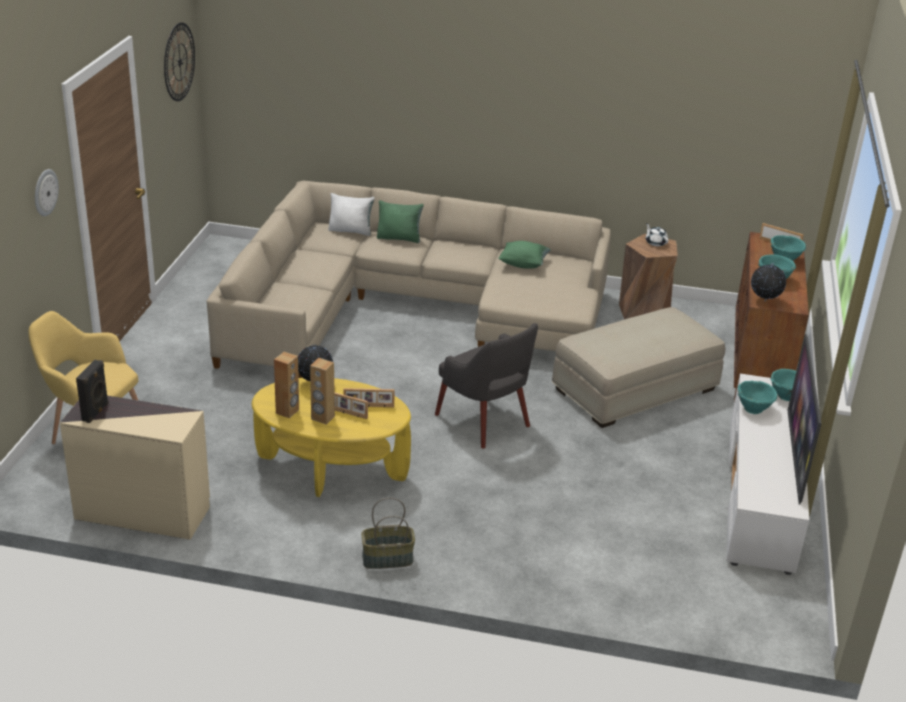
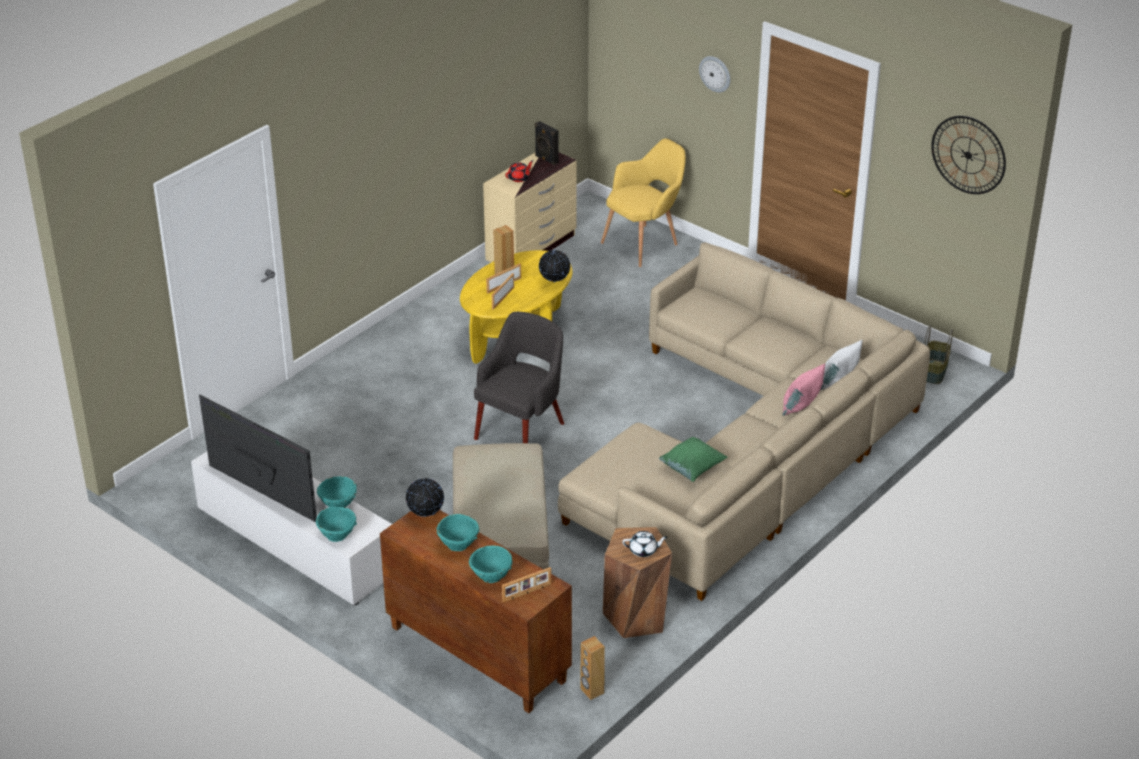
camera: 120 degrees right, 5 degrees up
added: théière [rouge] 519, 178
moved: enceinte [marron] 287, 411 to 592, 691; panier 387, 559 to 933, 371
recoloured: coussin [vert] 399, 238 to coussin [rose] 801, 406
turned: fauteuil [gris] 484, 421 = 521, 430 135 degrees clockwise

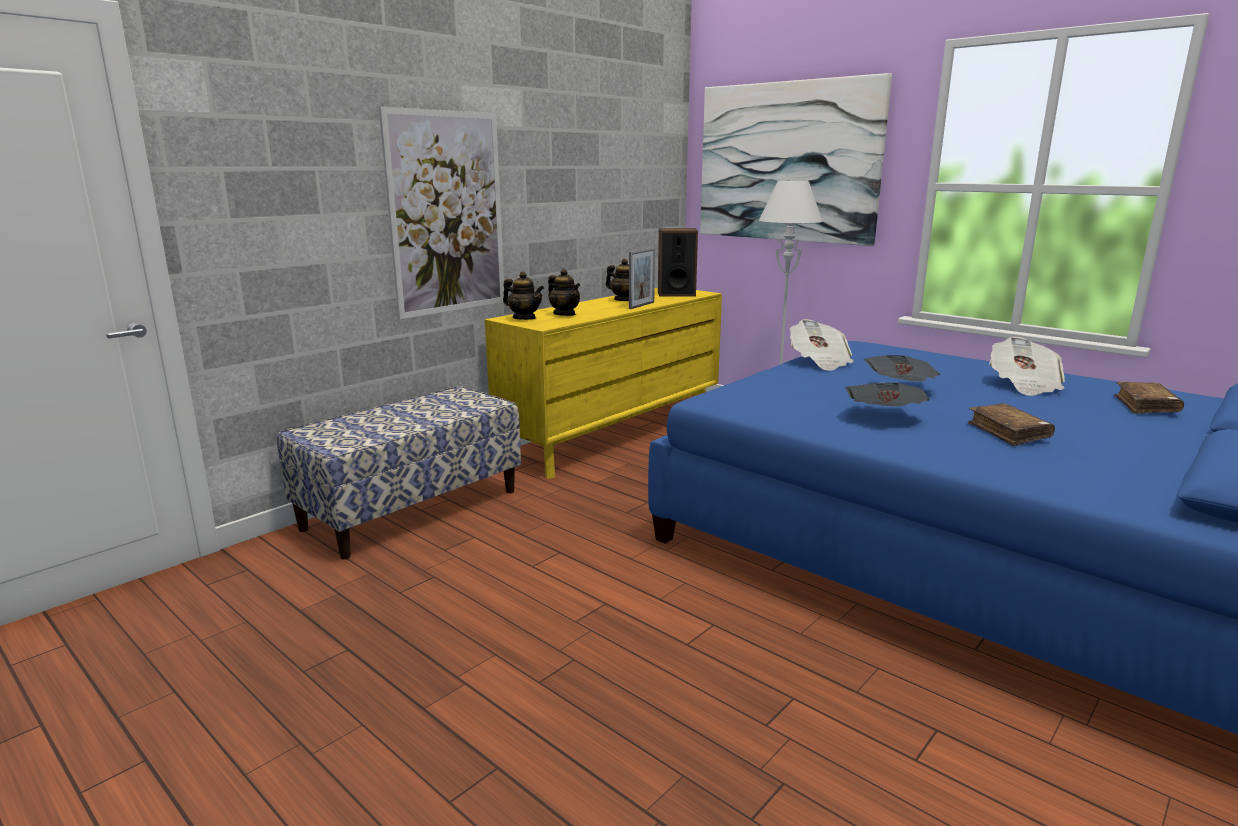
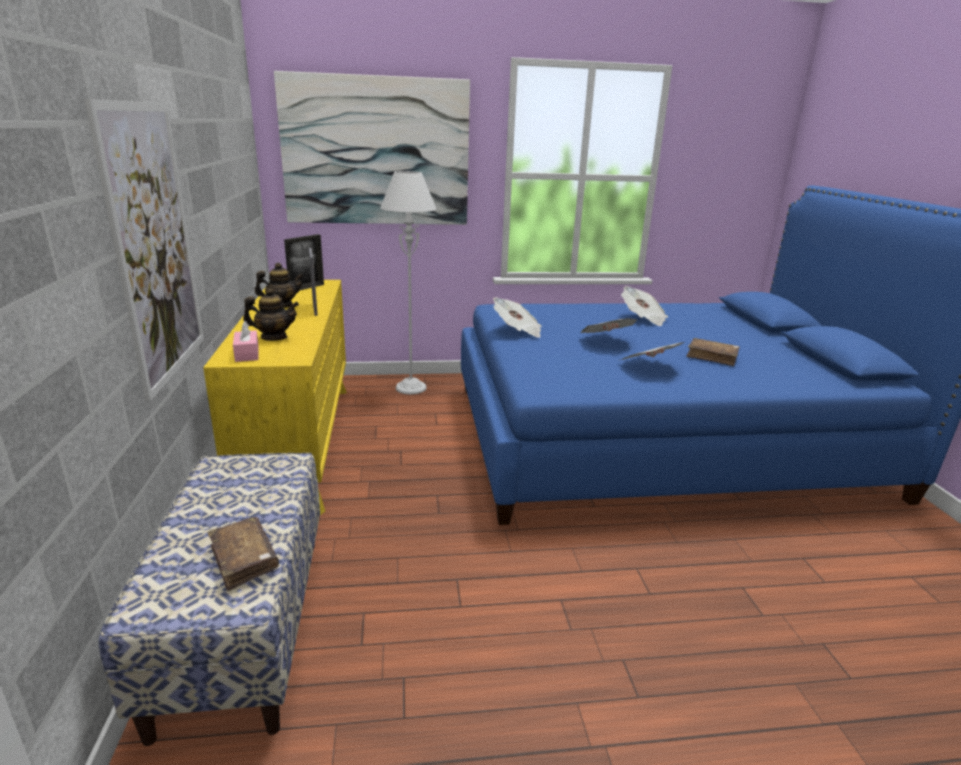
camera: 50 degrees left, 5 degrees up
moved: livre [marron] 1145, 406 to 244, 560
replaced: enceinte 676, 294 to cadre photo 306, 288; théière 524, 318 to boîte à mouchoirs [rose] 247, 354

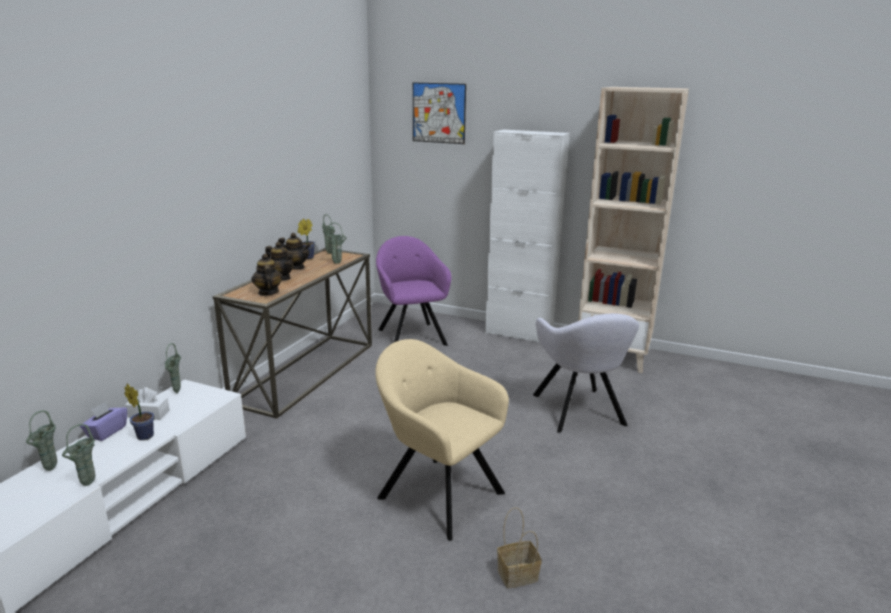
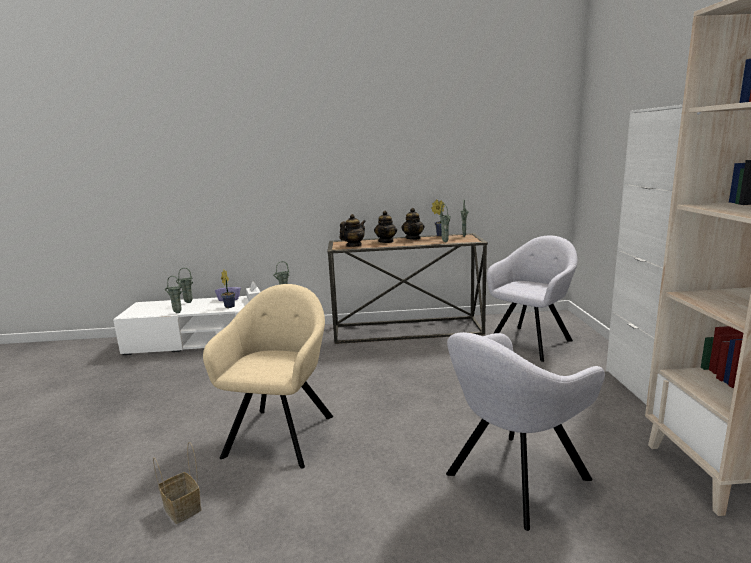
camera: 65 degrees right, 5 degrees down
removed: tableau 438, 113
recoloured: fauteuil [violet] 411, 335 to fauteuil [gris] 531, 341

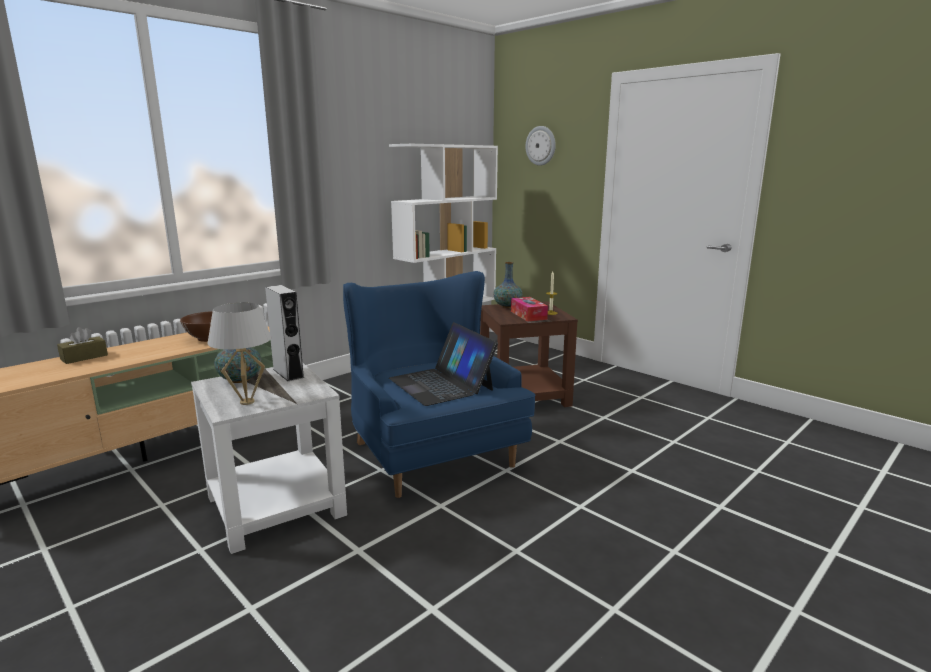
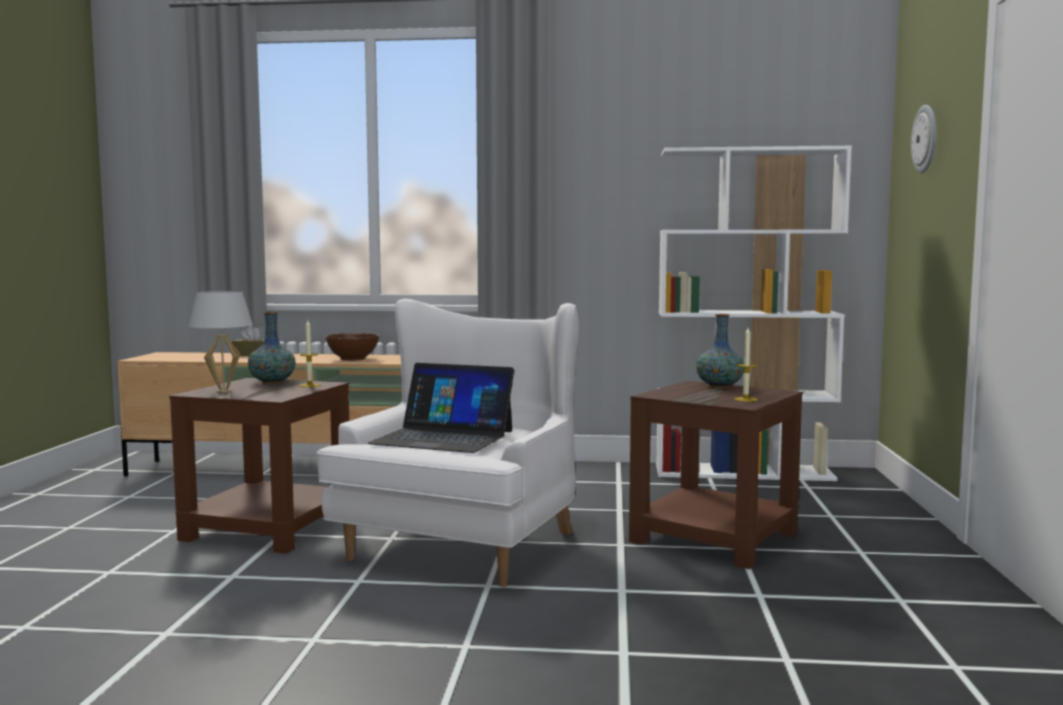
camera: 50 degrees right, 10 degrees down
removed: boîte à mouchoirs 528, 315
replaced: enceinte [gris] 288, 373 to bougie 309, 385
recoloured: fauteuil [bleu] 431, 451 to fauteuil [blanc] 467, 543; table d'appoint [blanc] 273, 505 to table d'appoint [marron] 267, 526
turned: ordinateur portable 441, 384 = 443, 437 90 degrees counterclockwise

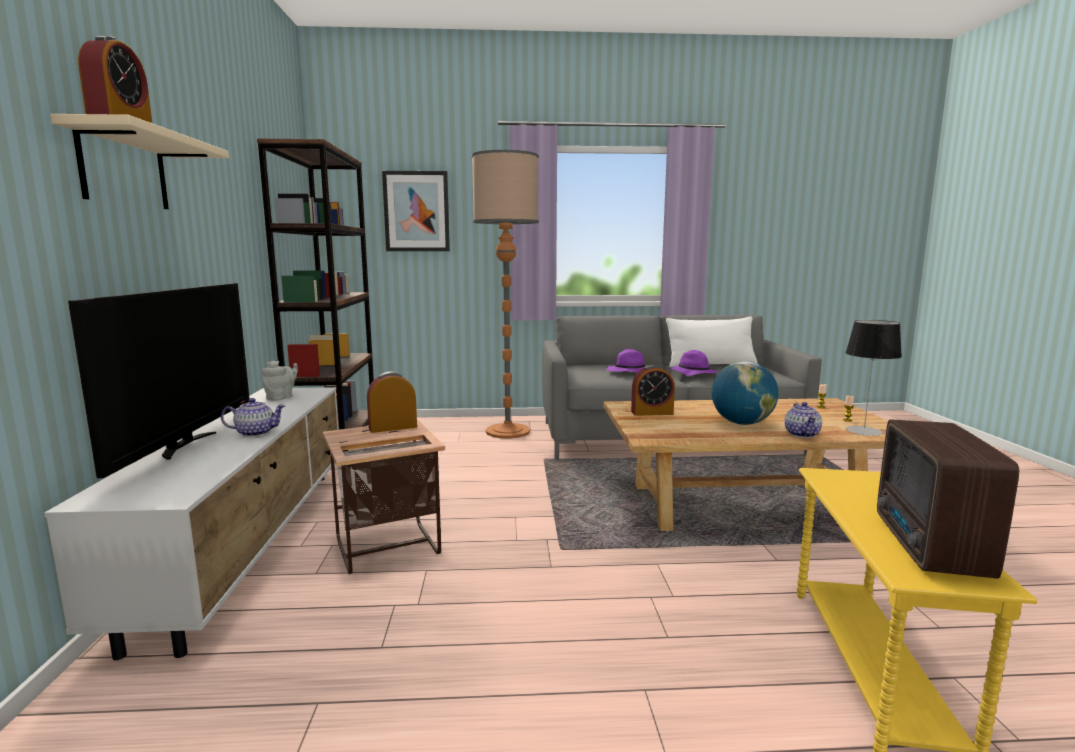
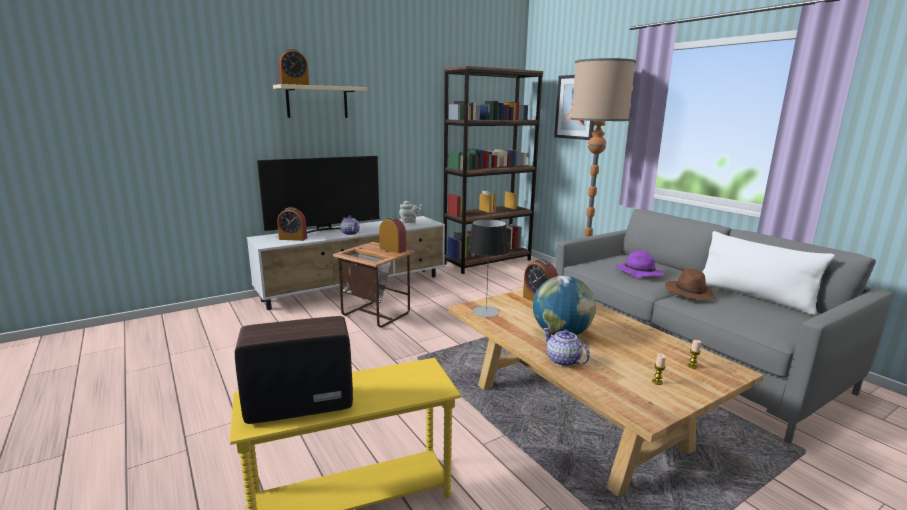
camera: 60 degrees right, 5 degrees up
added: réveil 293, 238
moved: lampe de table 864, 431 to 486, 311
recoloured: chapeau [violet] 692, 373 to chapeau [marron] 689, 293
turned: théière 802, 434 = 563, 361 75 degrees clockwise

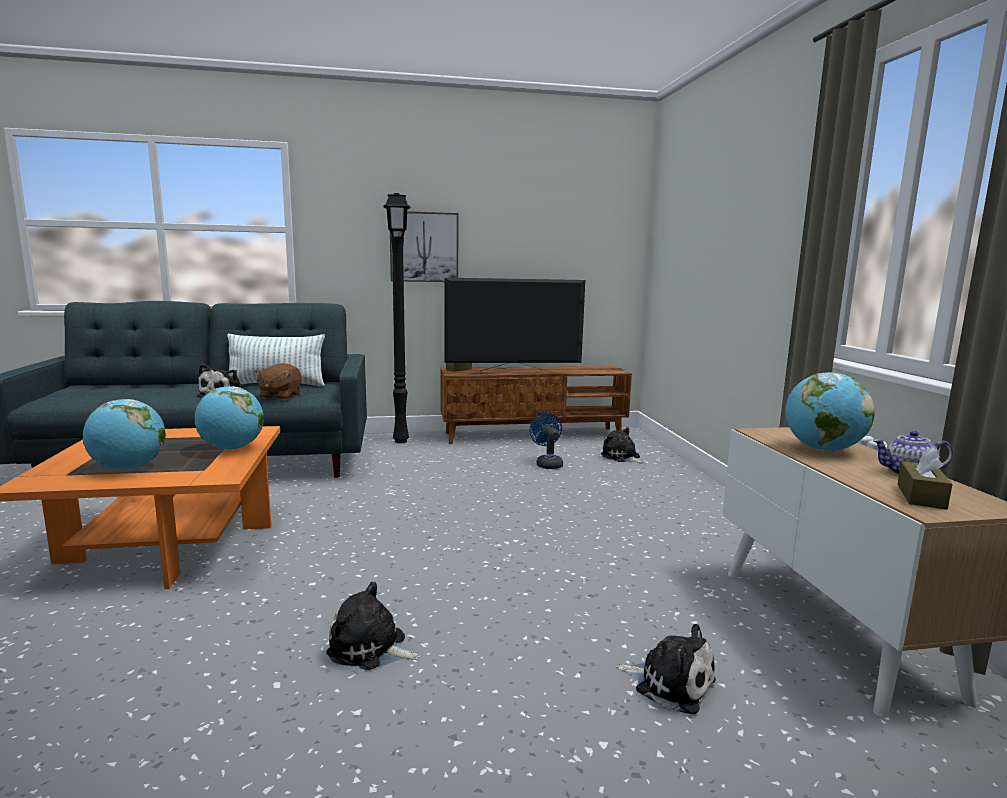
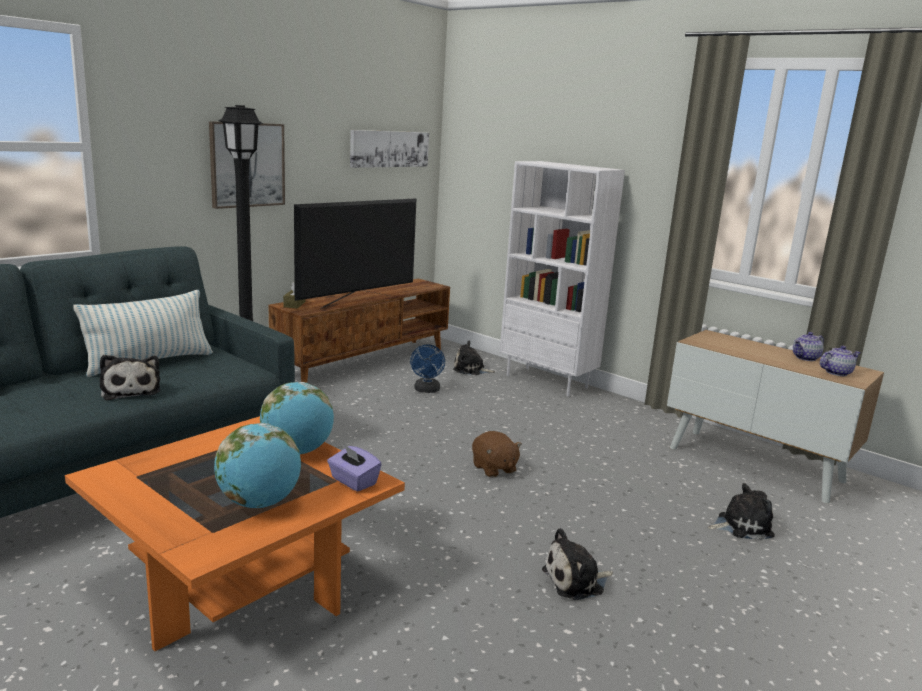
camera: 40 degrees left, 5 degrees up
removed: globe 822, 450
added: tableau 389, 149; bibliothèque [blanc] 547, 381; boîte à mouchoirs [violet] 353, 481
moved: peluche [marron] 279, 396 to 494, 469
replaced: boîte à mouchoirs [marron] 921, 496 to théière 836, 372
turned: ventilateur [bleu] 547, 464 = 427, 390 120 degrees counterclockwise

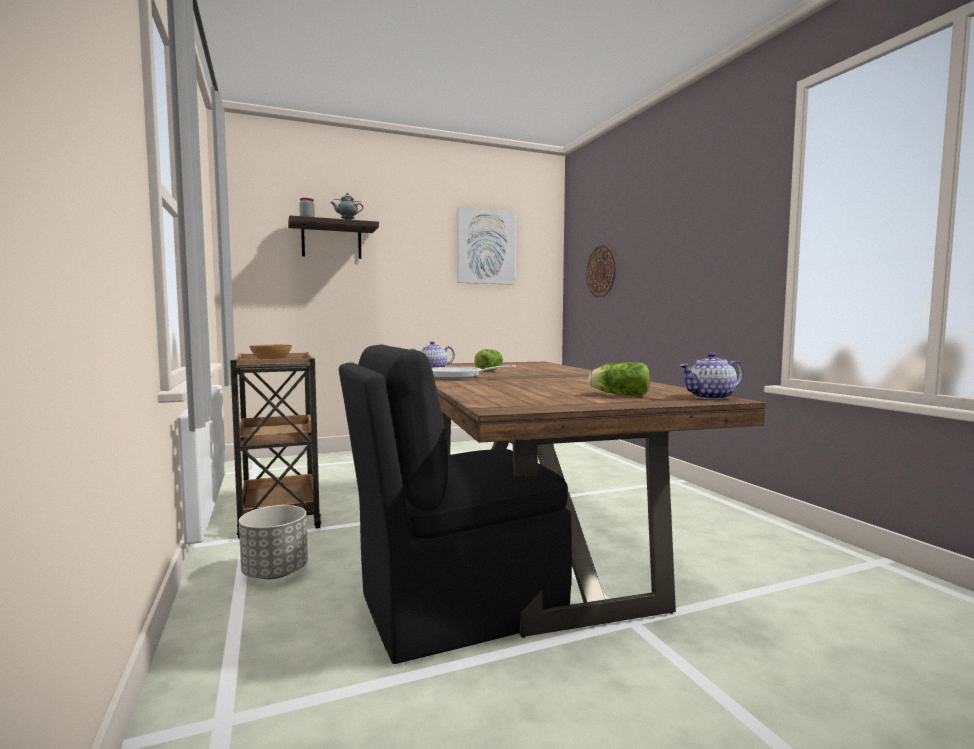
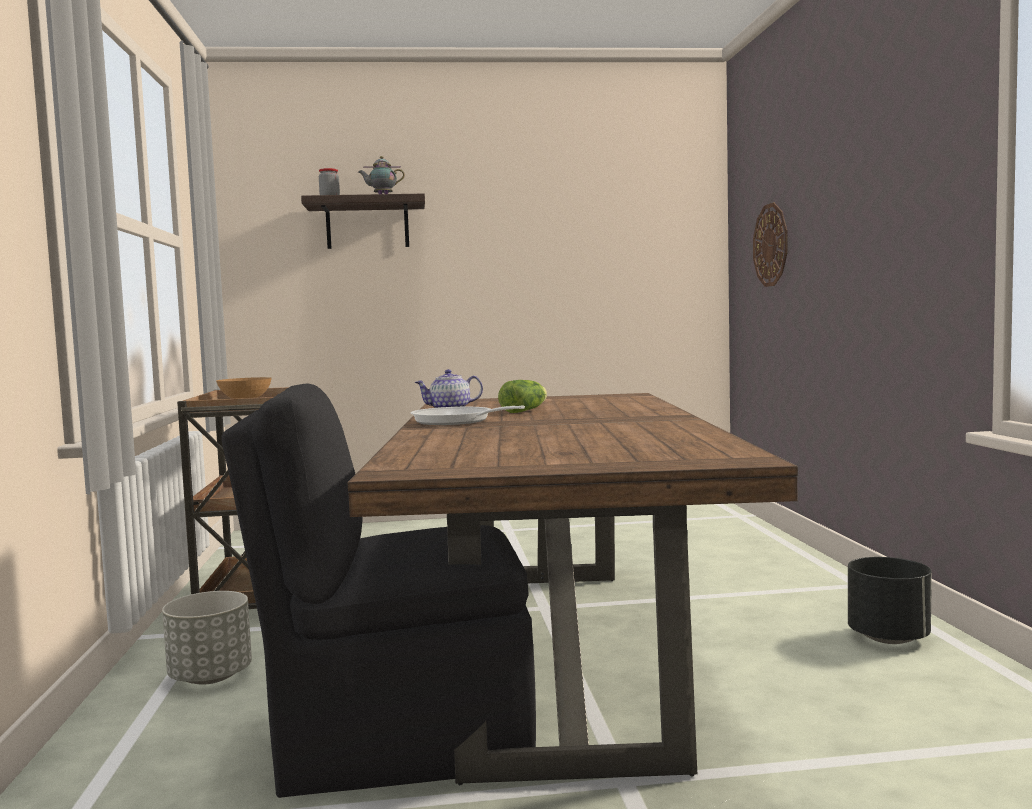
camera: 15 degrees right, 0 degrees up
removed: tableau 485, 247; théière 710, 397; laitue 618, 394
added: cache-pot [noir] 888, 638

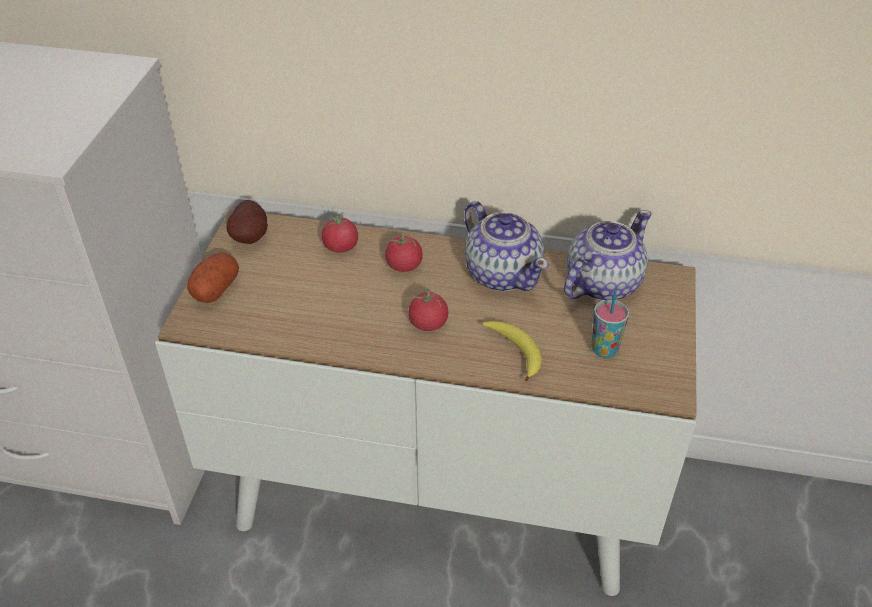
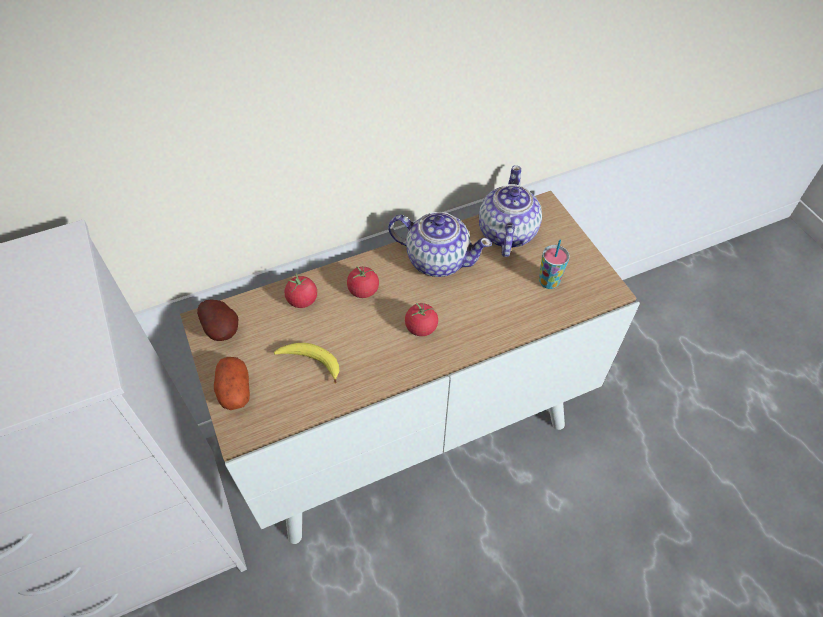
camera: 35 degrees left, 10 degrees up
moved: banane 515, 351 to 311, 362

